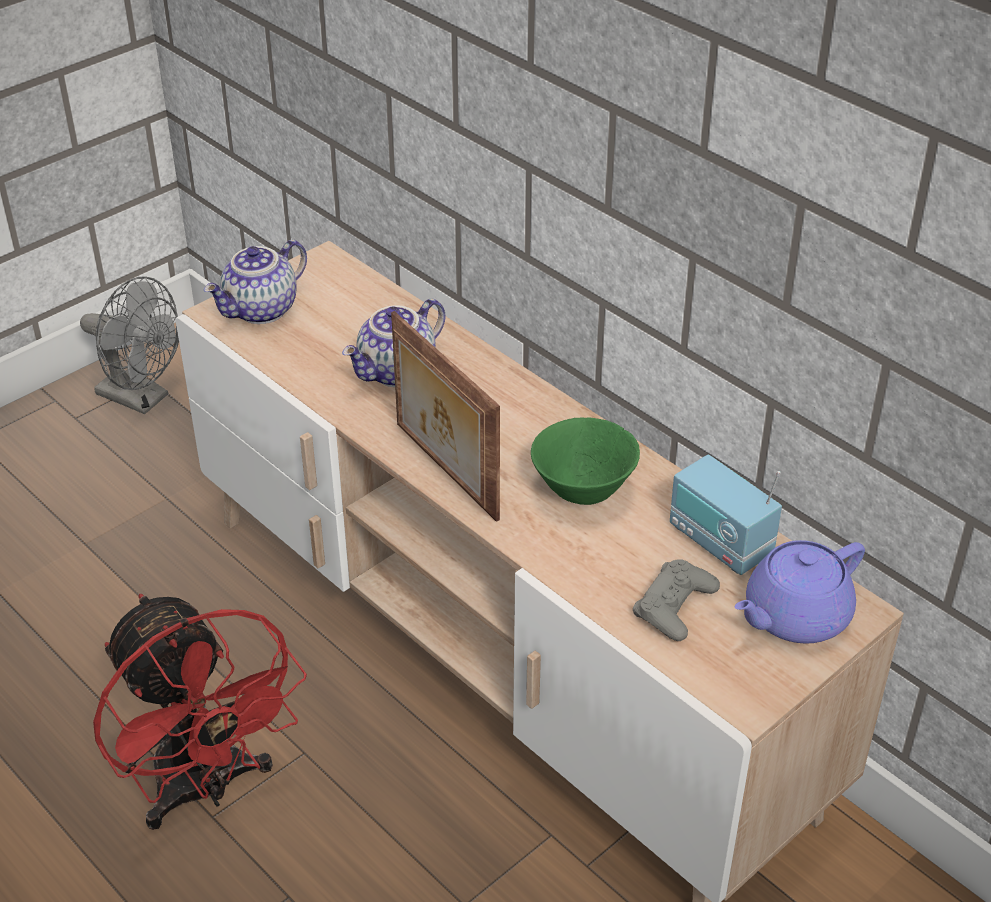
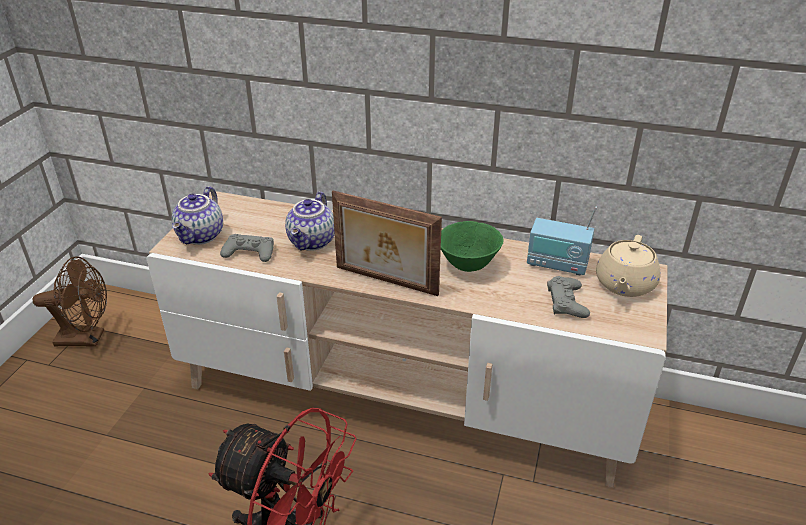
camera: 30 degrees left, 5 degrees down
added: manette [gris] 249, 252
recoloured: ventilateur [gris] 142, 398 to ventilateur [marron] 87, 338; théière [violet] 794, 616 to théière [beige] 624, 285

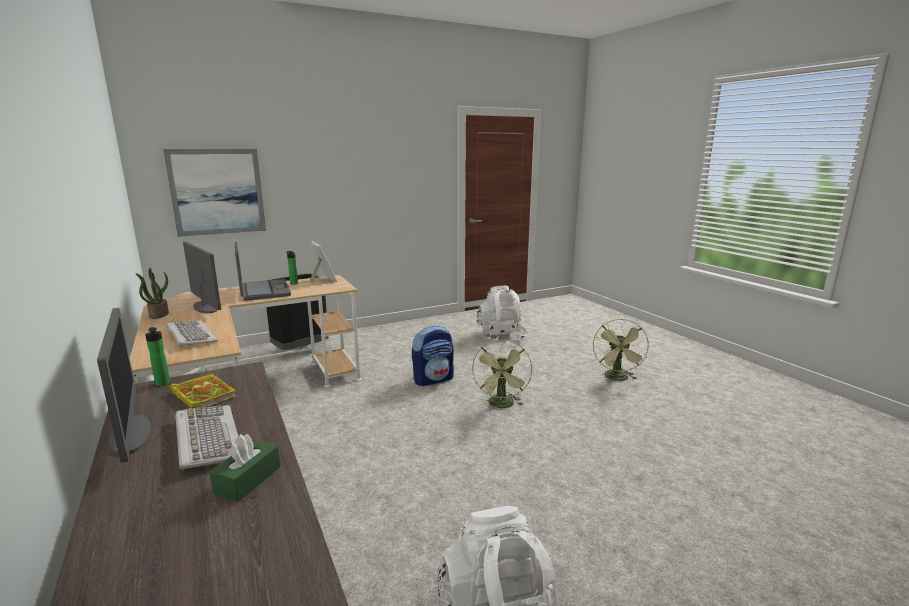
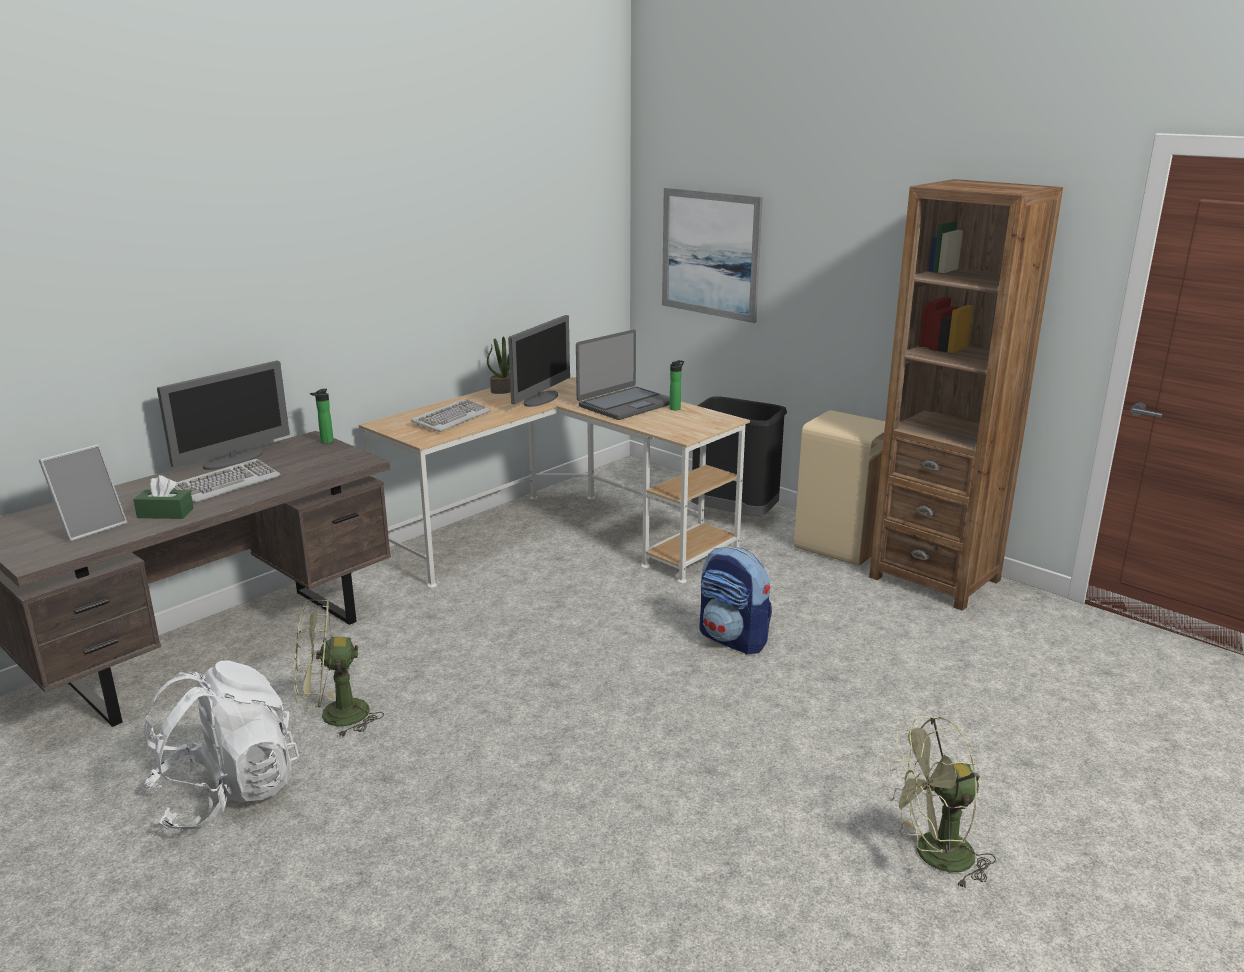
camera: 70 degrees right, 5 degrees up
removed: sac à dos [blanc] 501, 336; livre 202, 395
added: bibliothèque [marron] 934, 578; poubelle [beige] 839, 547
moved: cadre photo 323, 280 to 90, 527; ventilateur [vert] 502, 405 to 334, 716

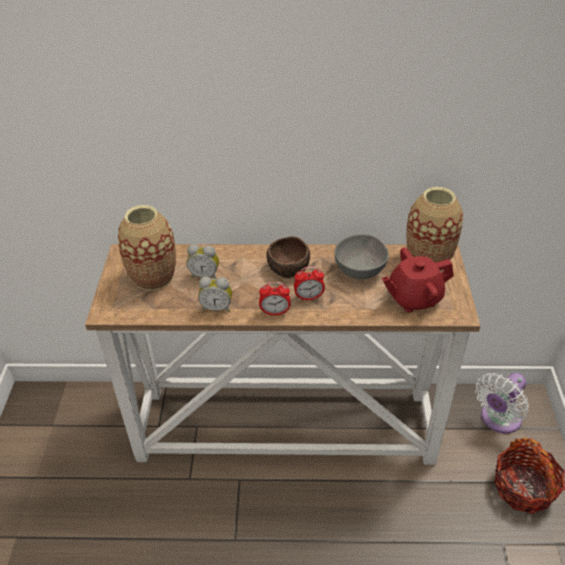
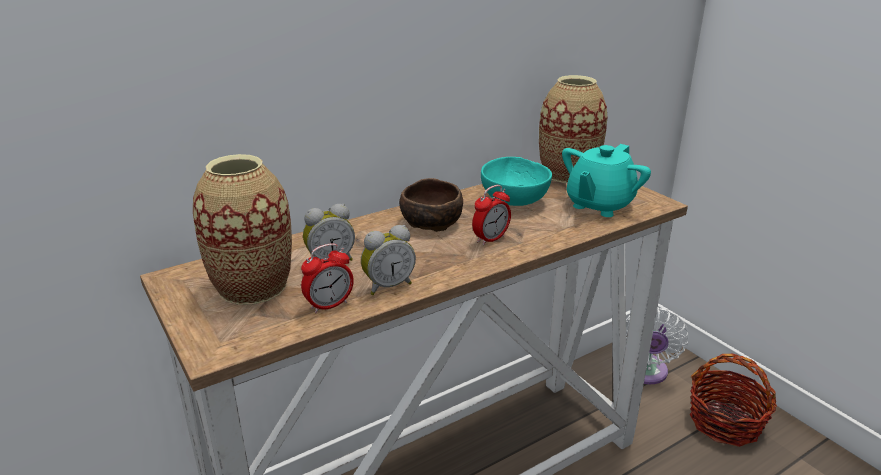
camera: 35 degrees left, 15 degrees down
moved: réveil 275, 312 to 329, 305
recoloured: bol [gris] 361, 270 to bol [turquoise] 515, 200; théière [rouge] 413, 298 to théière [turquoise] 599, 205

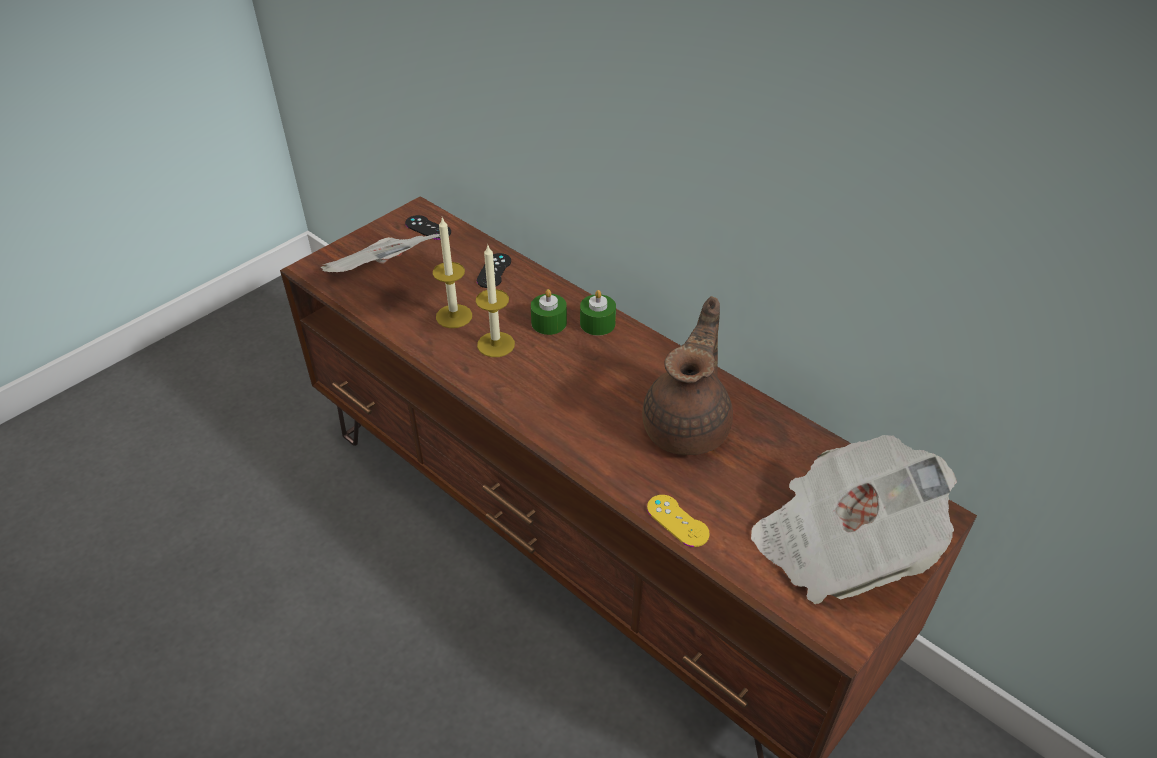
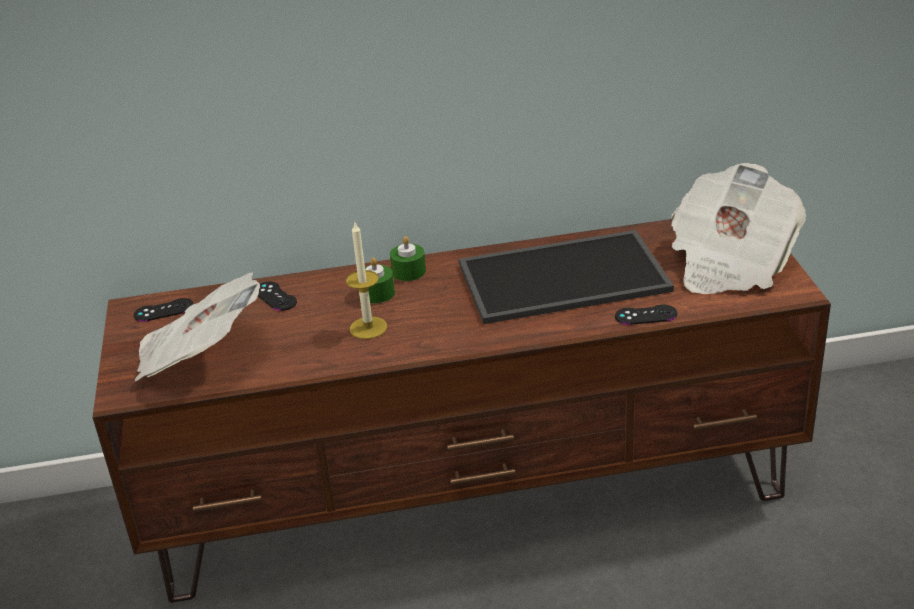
camera: 50 degrees left, 10 degrees down
removed: bougie 454, 316
replaced: théière [marron] 688, 426 to plateau 564, 275
recoloured: manette [jaune] 677, 521 to manette [noir] 646, 315

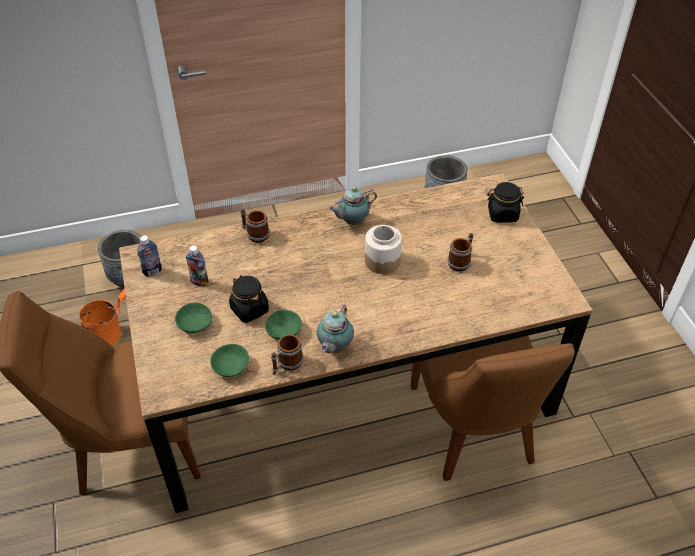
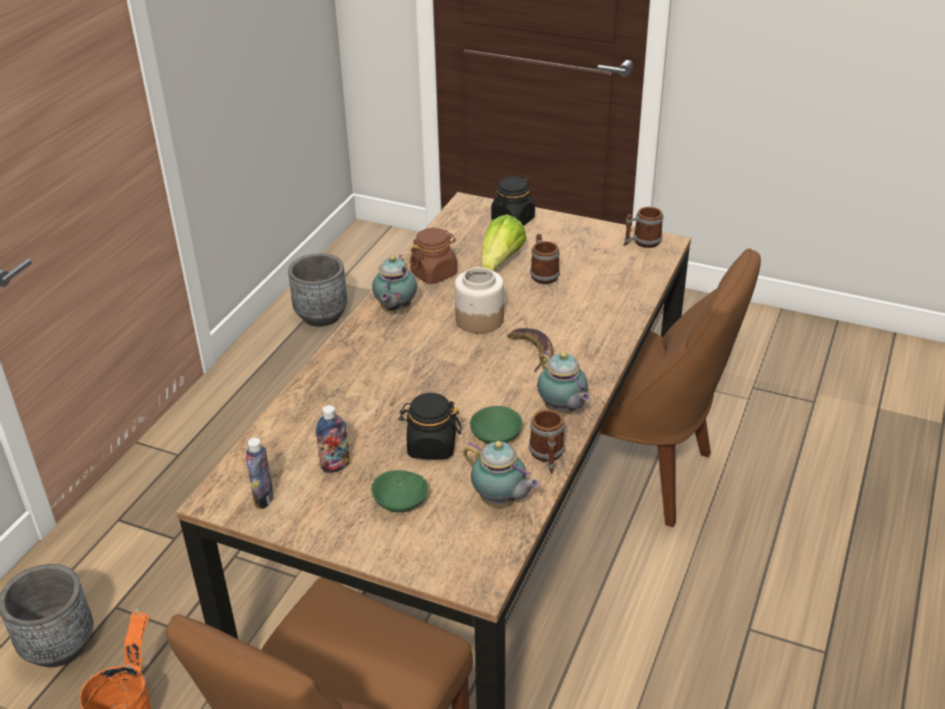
camera: 50 degrees left, 10 degrees down
added: laitue 501, 261; bocal [marron] 434, 273; banane 532, 351
moved: mug 255, 234 to 642, 242
replaced: bol [vert] 230, 365 to théière 500, 501

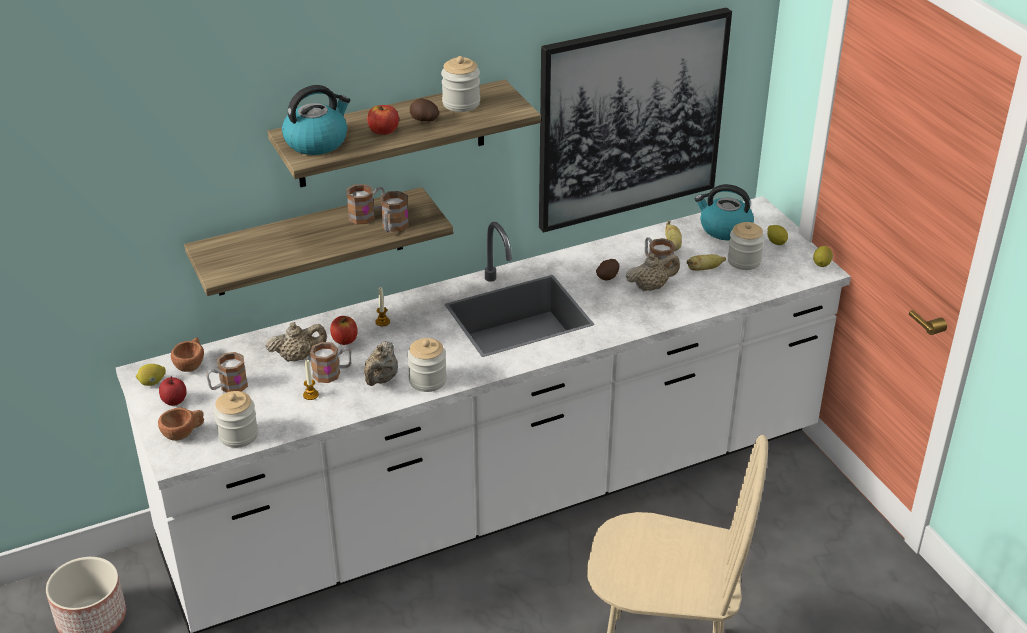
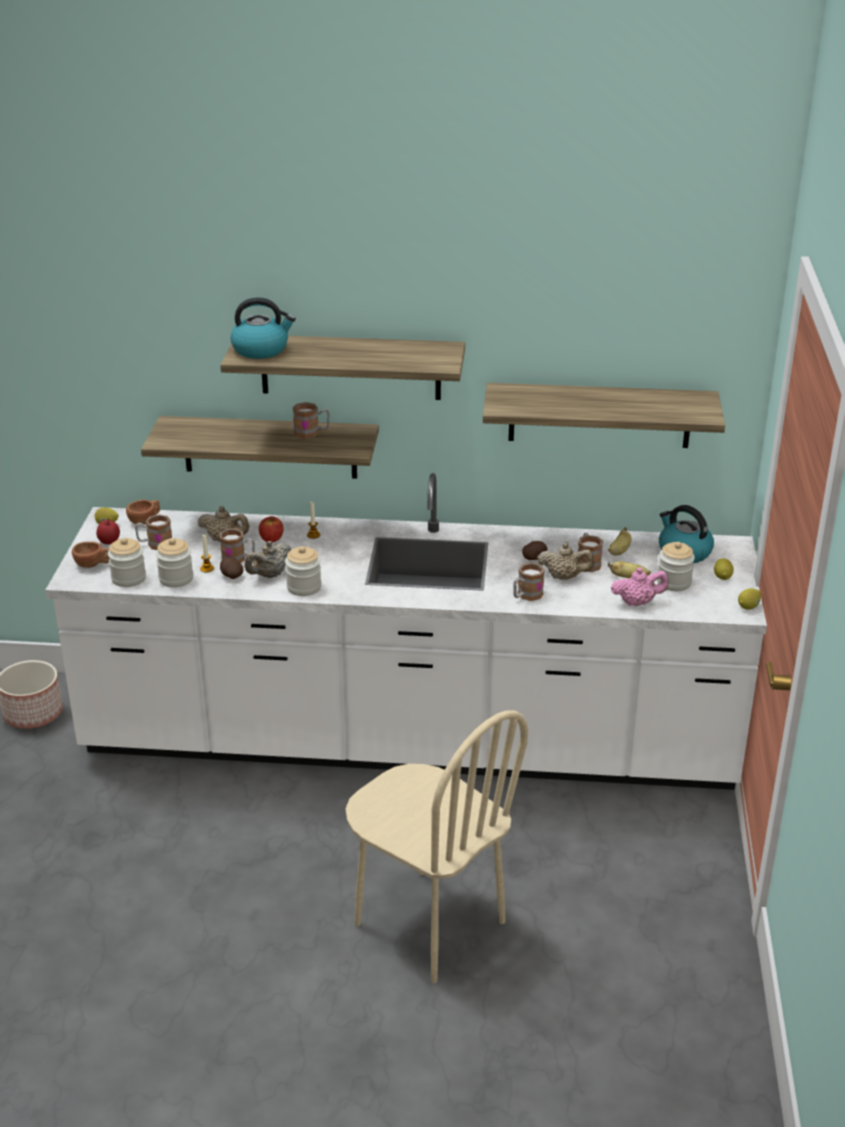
camera: 30 degrees right, 5 degrees down
removed: pomme 383, 131
added: théière [rose] 637, 602
moved: bocal 461, 103 to 176, 579; pomme de terre 424, 120 to 231, 576; mug 393, 227 to 526, 596
replaced: tableau 630, 119 to étagère 599, 415

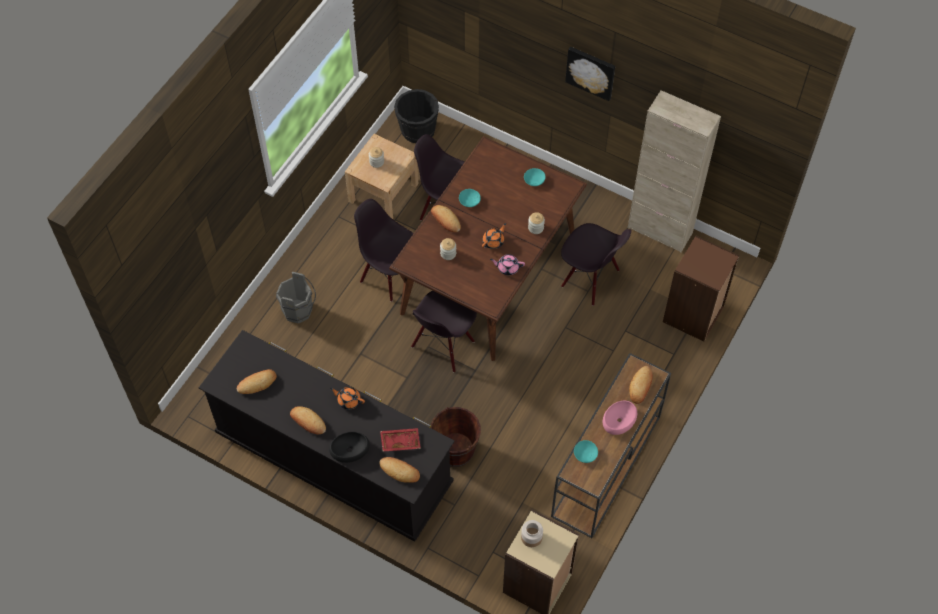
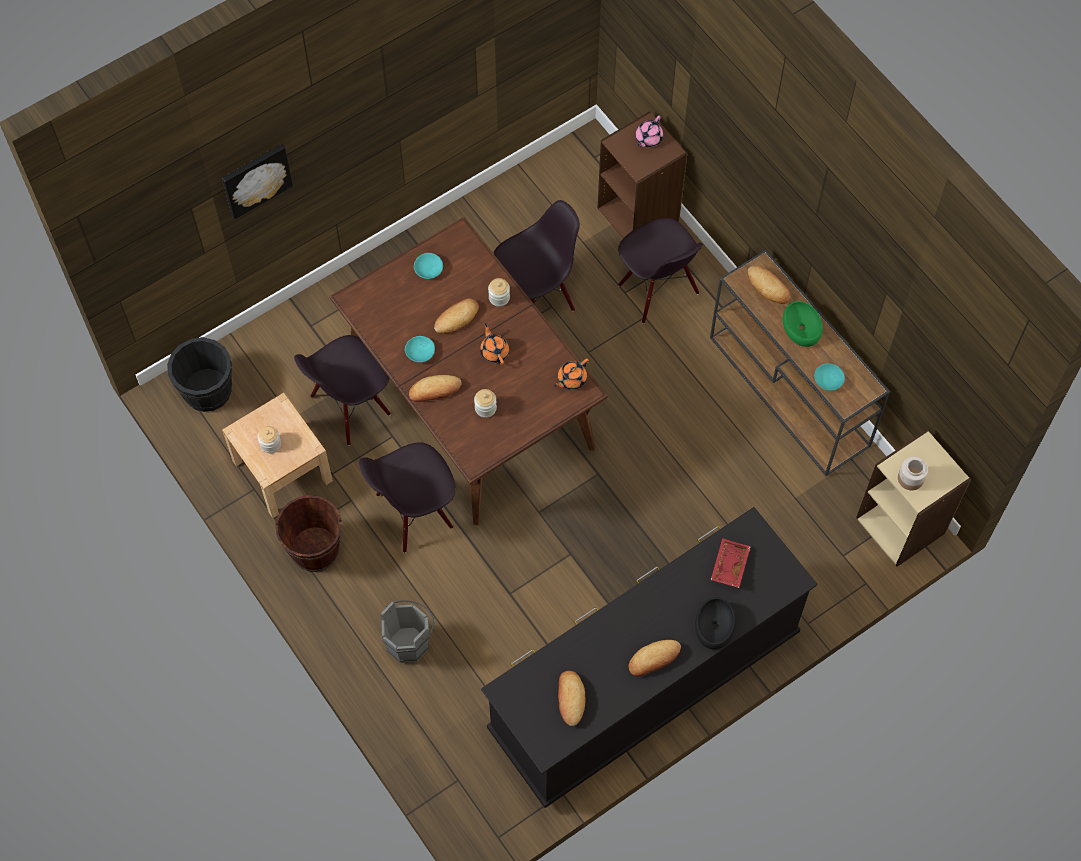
camera: 65 degrees left, 5 degrees up
removed: meuble de rangement [beige] 659, 230
moved: tableau 591, 72 to 256, 179; théière [rose] 507, 267 to 648, 138; chaise [noir] 443, 345 to 657, 290; théière [orange] 348, 400 to 571, 379; seau [marron] 455, 450 to 315, 550; pain 399, 471 to 456, 318
recoloured: bol [rose] 619, 420 to bol [vert] 800, 327

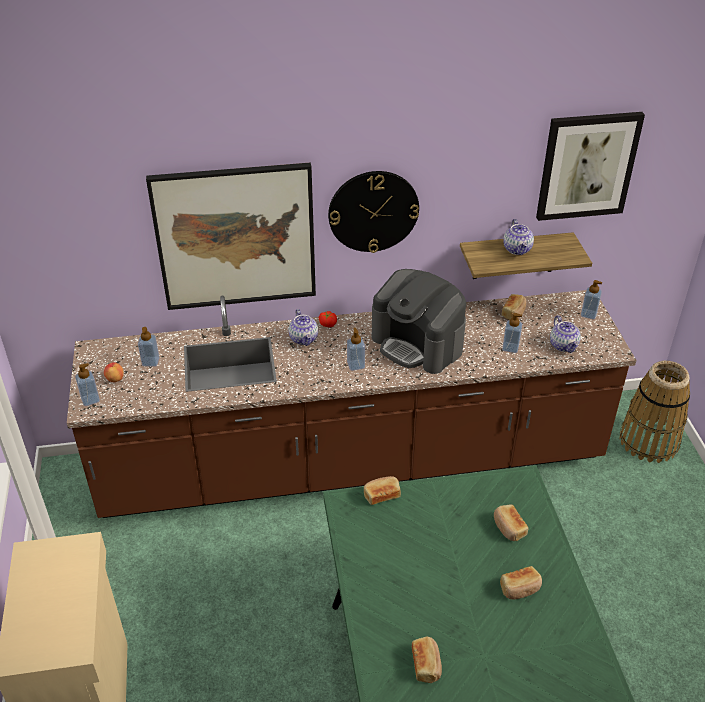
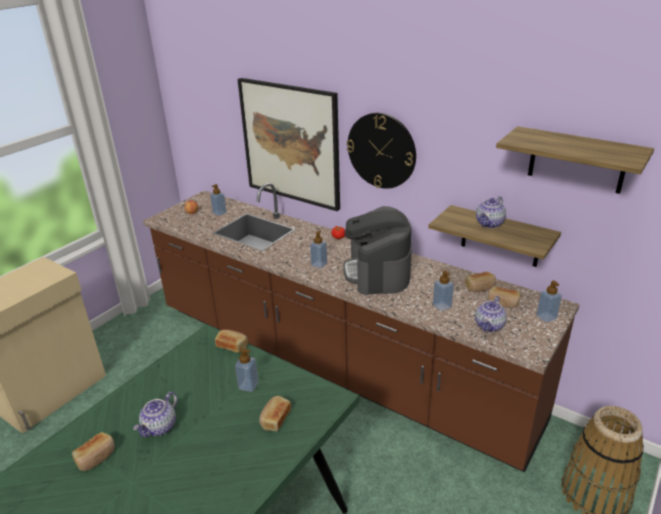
camera: 45 degrees right, 10 degrees down
moved: théière 304, 339 to 160, 427; distributeur de savon 90, 399 to 248, 385; pain 520, 588 to 503, 303
replaced: tableau 587, 166 to étagère 577, 160

